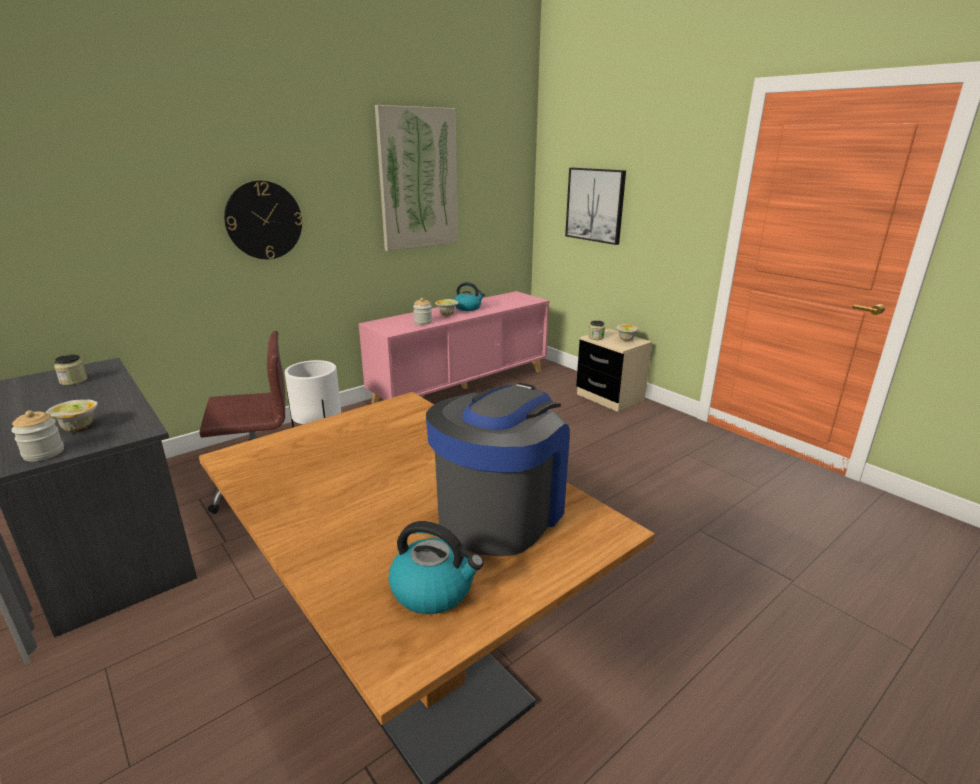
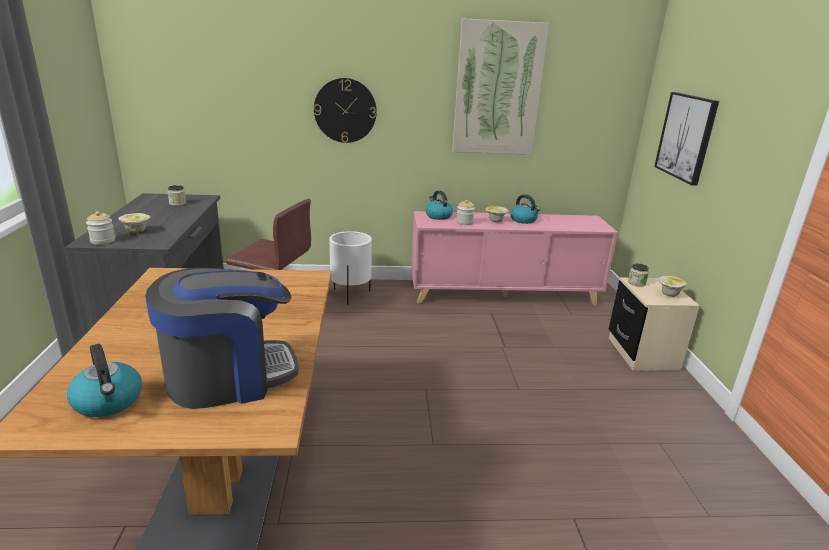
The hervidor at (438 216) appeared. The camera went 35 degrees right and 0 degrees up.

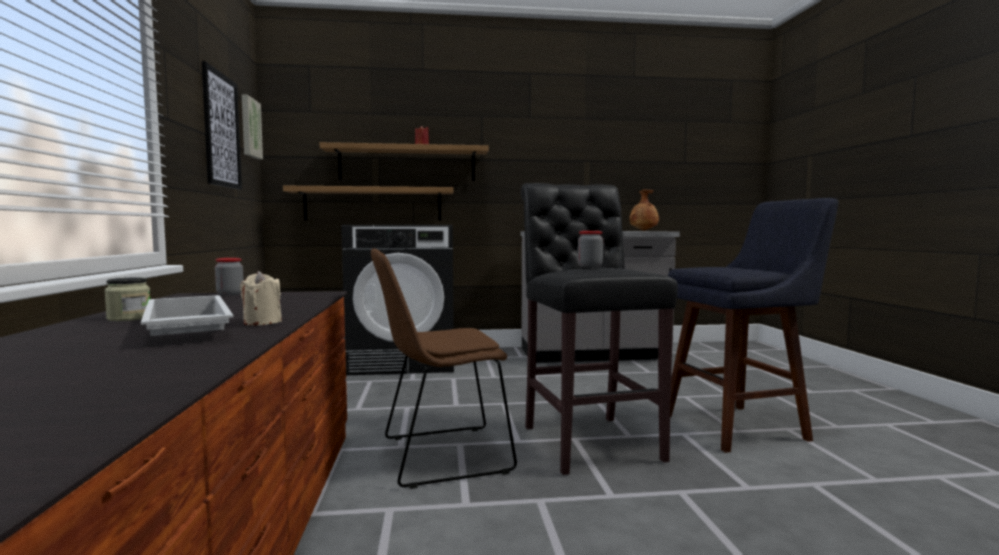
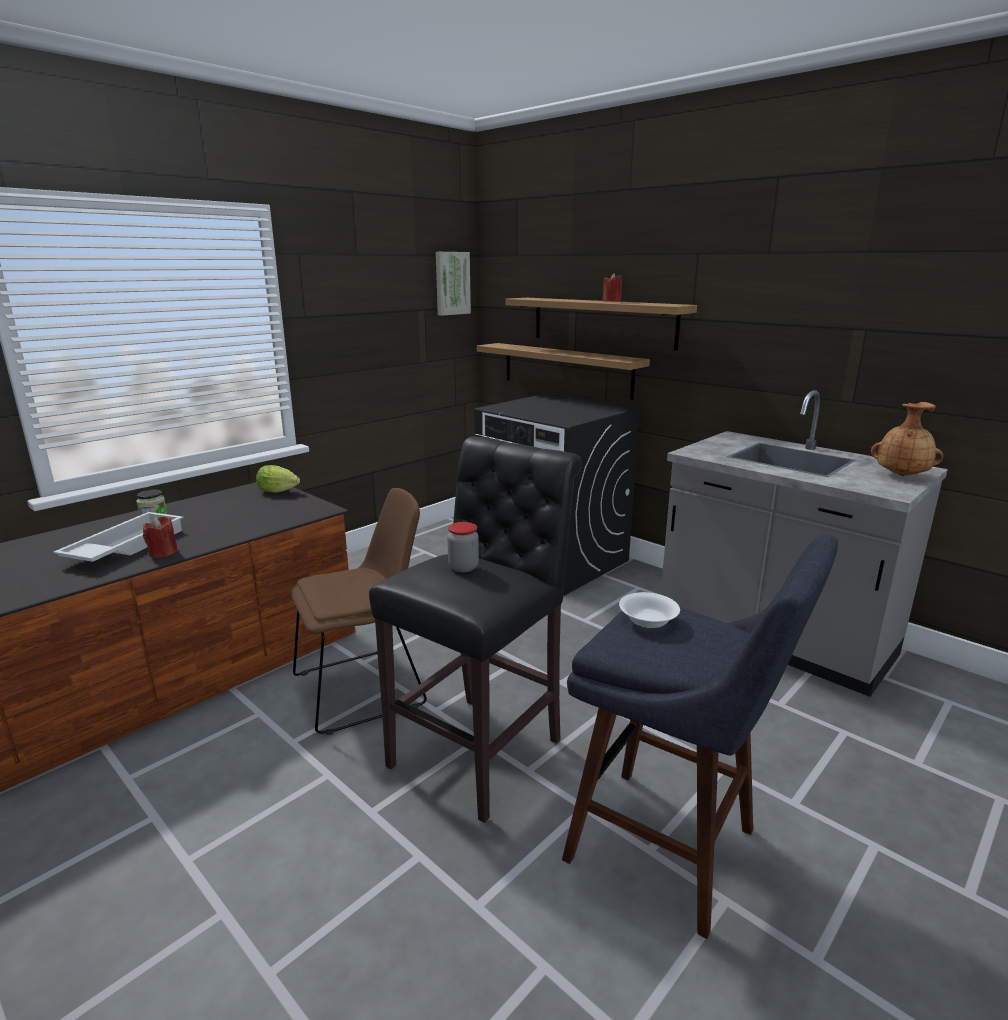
The cuadro at (221 130) disappeared. The silla [marrón] at (440 456) turned 120 degrees clockwise. The tarro at (230 294) was replaced by the lechuga at (280 492). The vela [beis] at (262 322) became the vela [rojo] at (163 552). The cuenco [blanco] at (648 620) appeared. The camera went 50 degrees right and 15 degrees up.

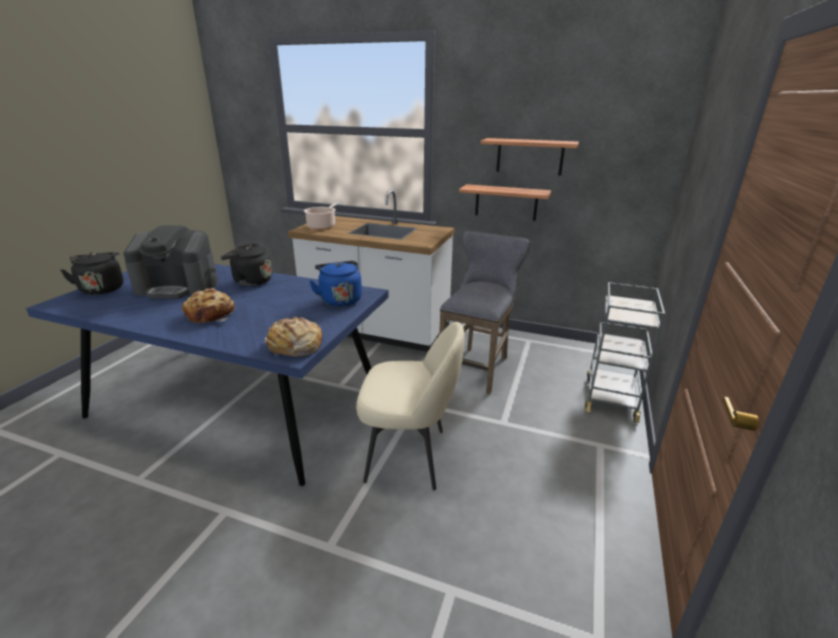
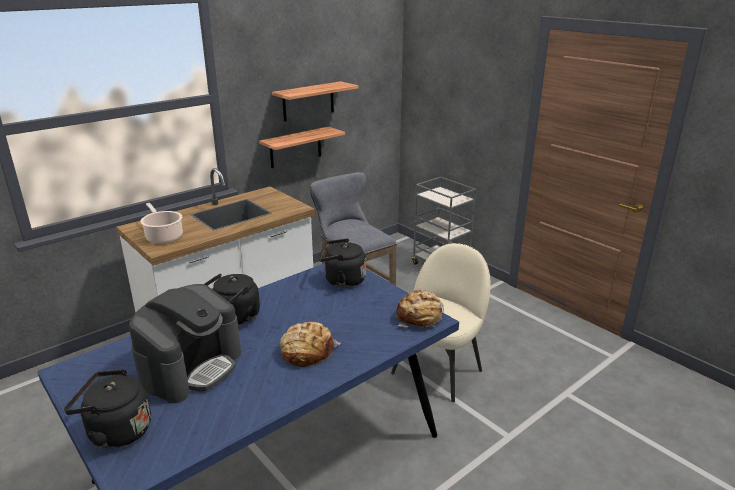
The hervidor [azul] at (340 299) became the hervidor [negro] at (342 280). The camera went 60 degrees left and 0 degrees up.

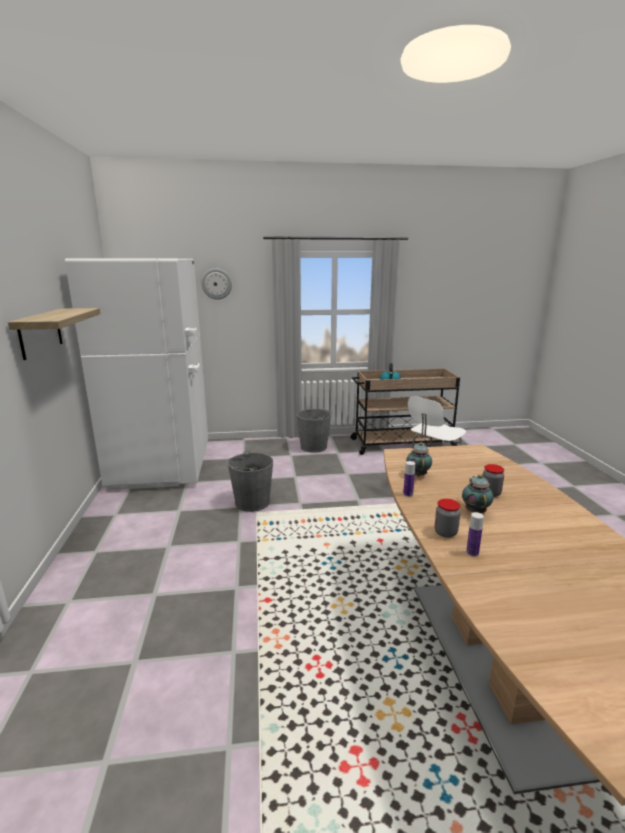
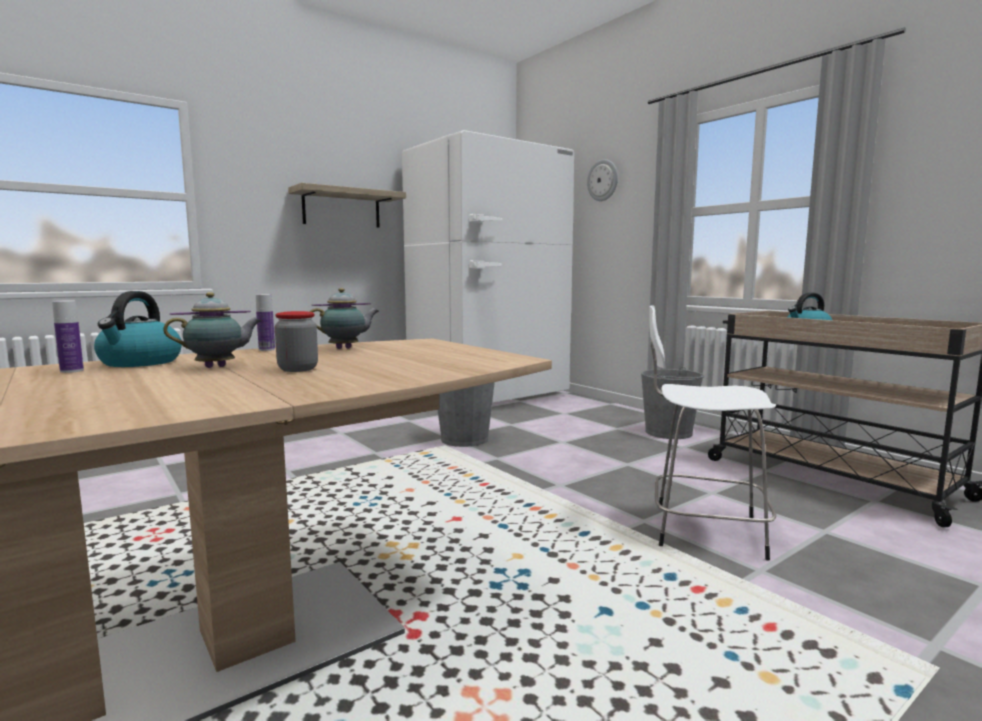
The tarro at (445 532) was replaced by the hervidor at (140 362). The camera went 60 degrees right and 10 degrees down.

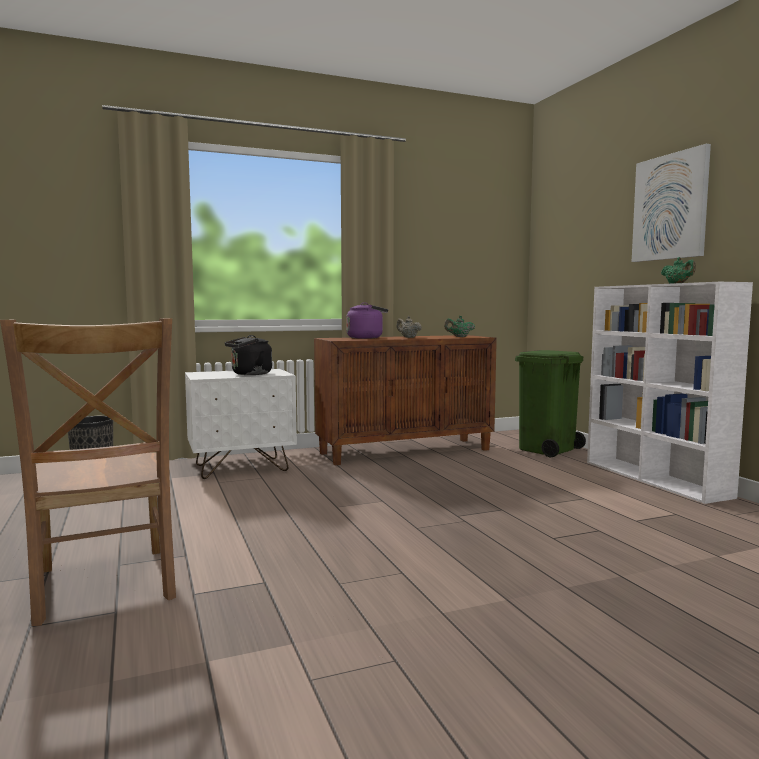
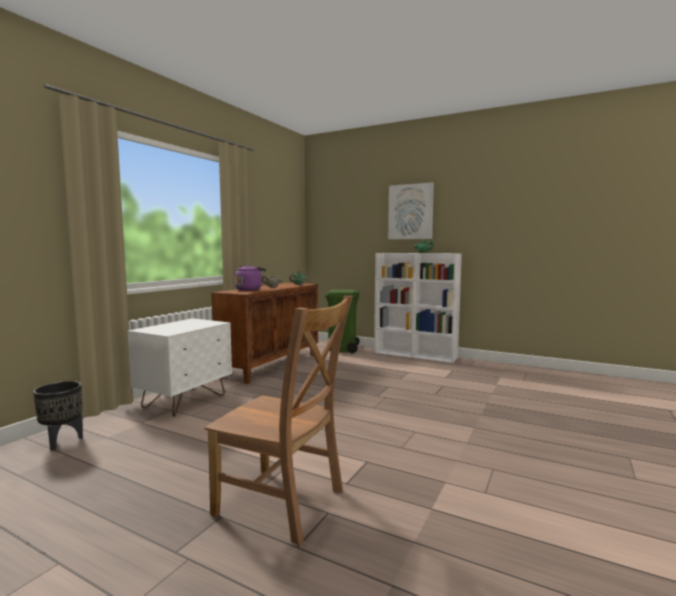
The hervidor [negro] at (249 374) disappeared. The camera went 40 degrees left and 0 degrees up.

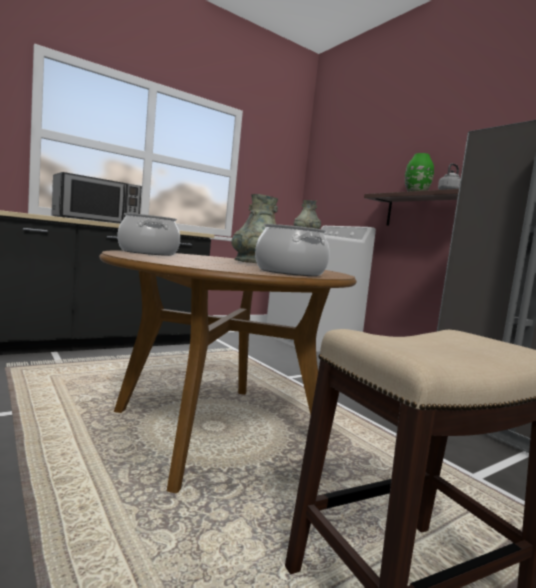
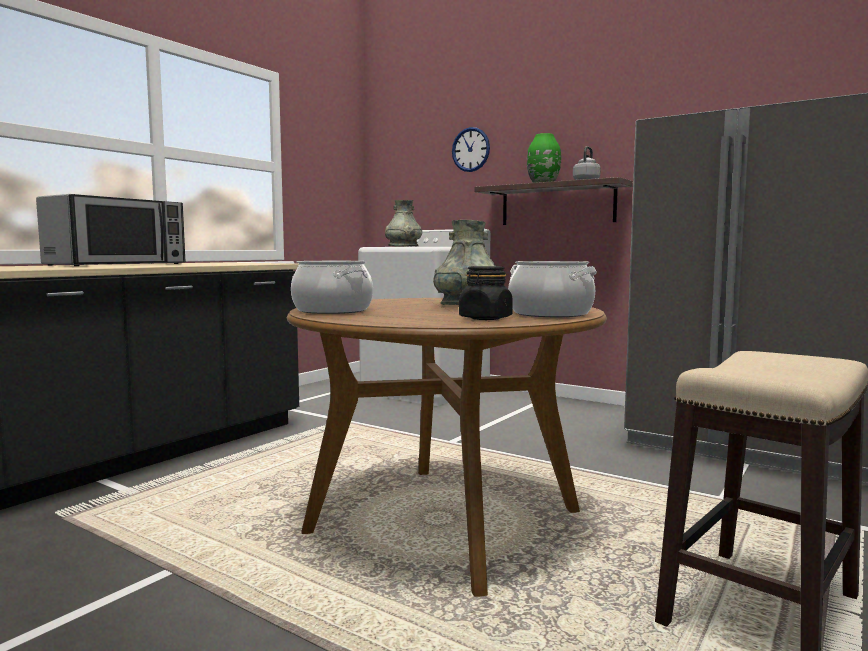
The reloj de pared at (471 149) appeared. The tarro [negro] at (485 318) appeared. The camera went 20 degrees left and 0 degrees up.

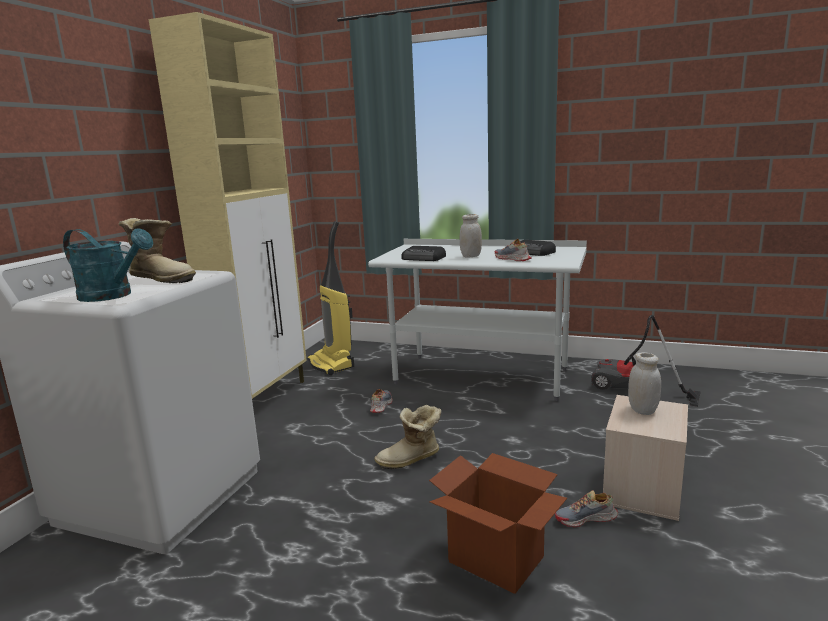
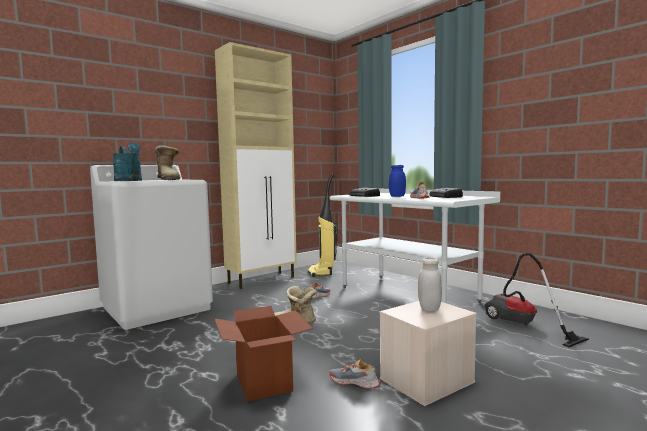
The tarro [blanco] at (471 256) became the tarro [azul] at (397 196). The camera went 30 degrees right and 10 degrees down.

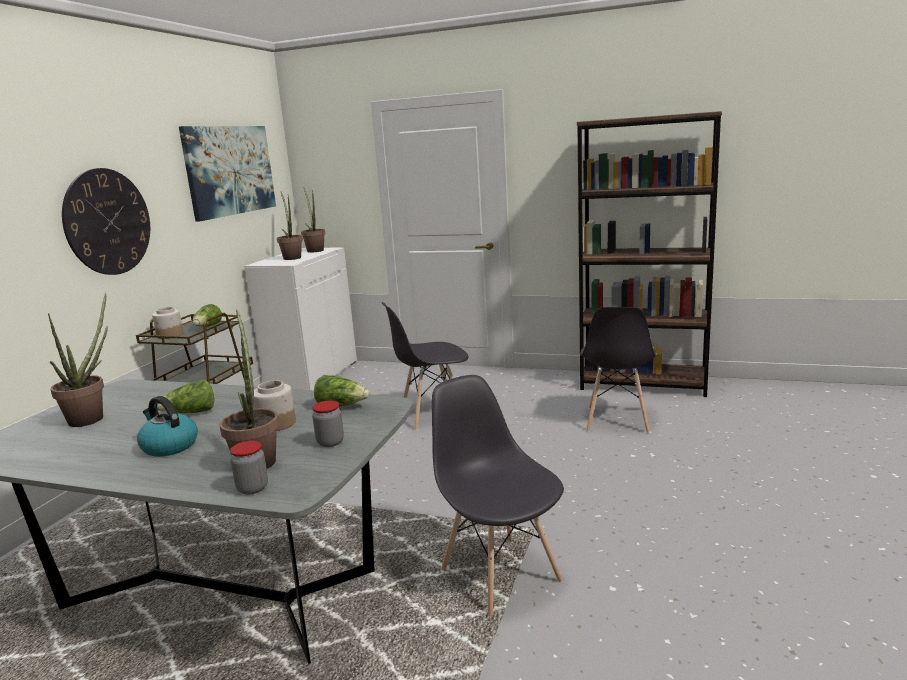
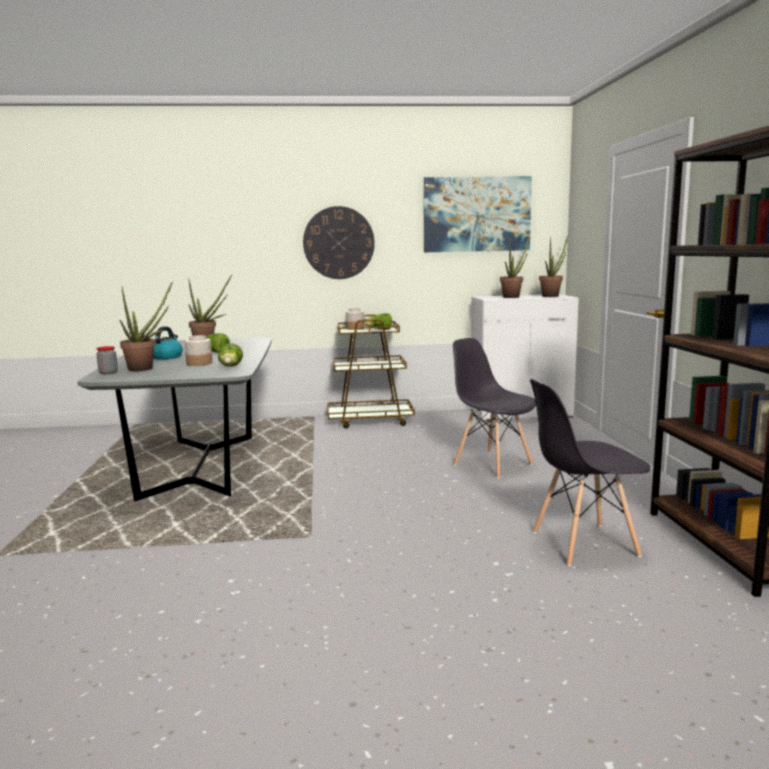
The silla [gris] at (500 574) disappeared. The tarro at (330 442) disappeared. The camera went 65 degrees right and 5 degrees down.

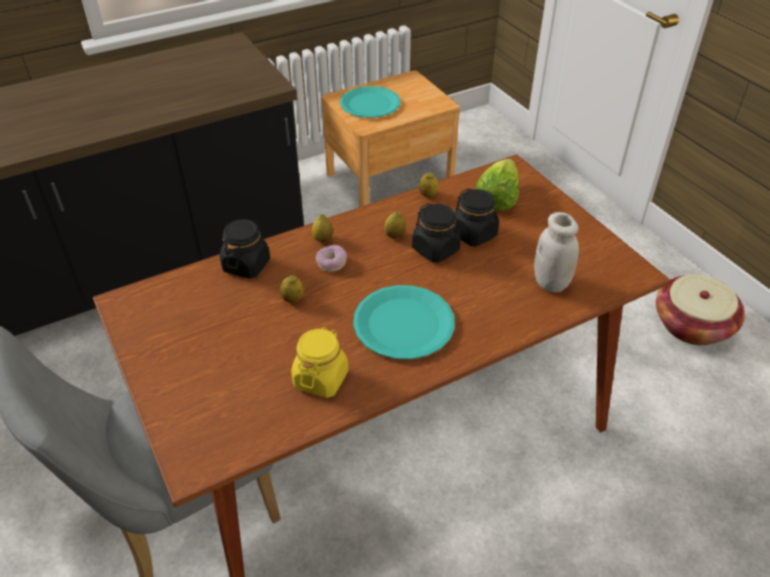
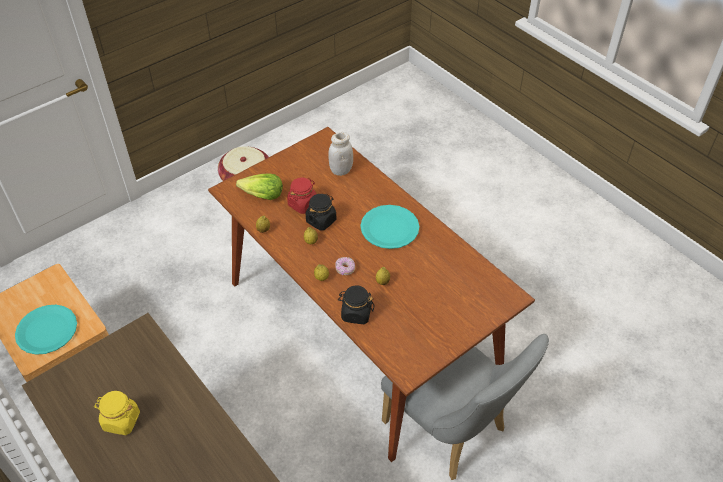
The tarro [negro] at (474 234) became the tarro [rojo] at (302 204). The tarro [amarillo] moved from (321 378) to (121 420). The camera went 100 degrees left and 5 degrees up.

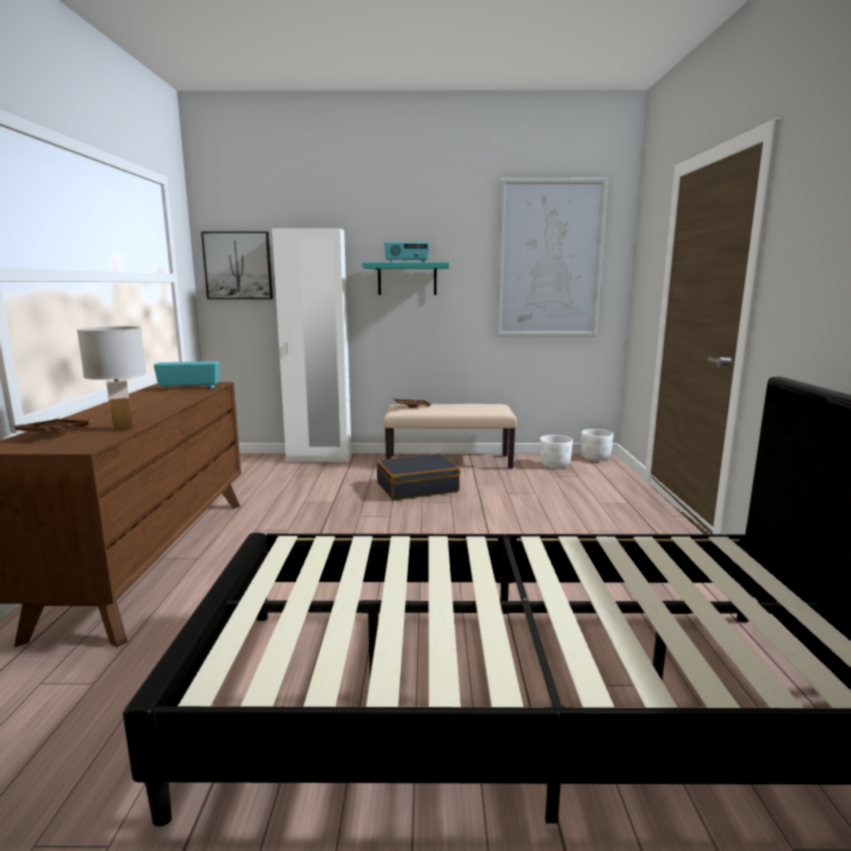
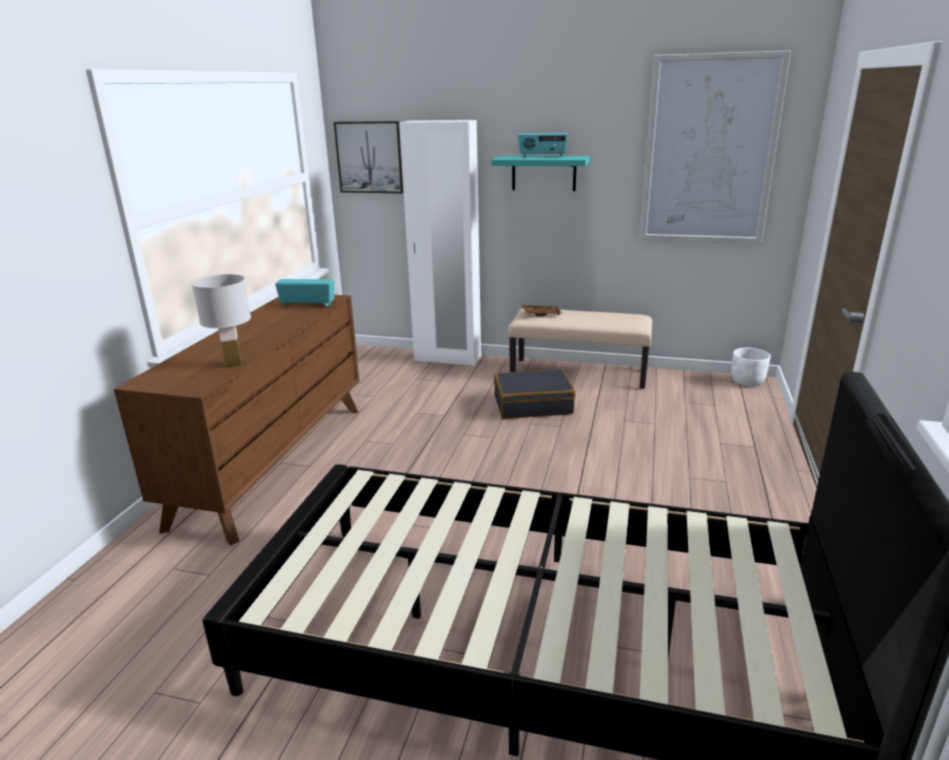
The bandeja [marrón] at (53 433) disappeared. The maceta [blanco] at (554 465) disappeared. The camera went 15 degrees right and 10 degrees up.

